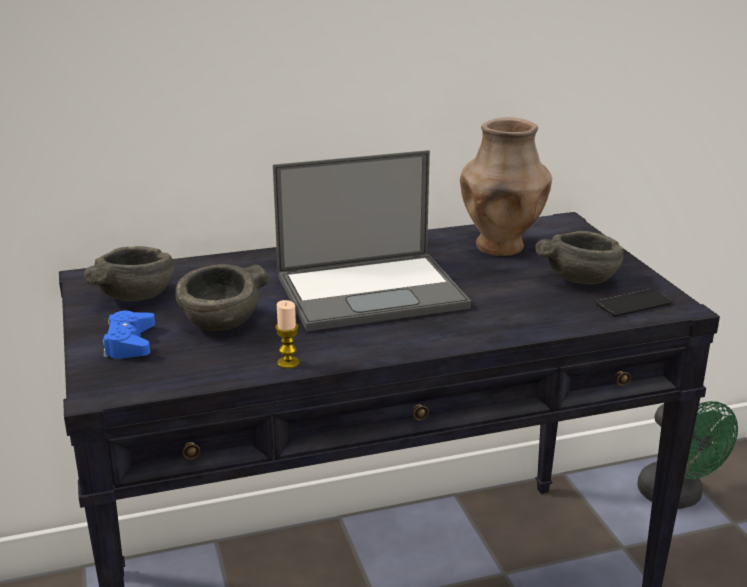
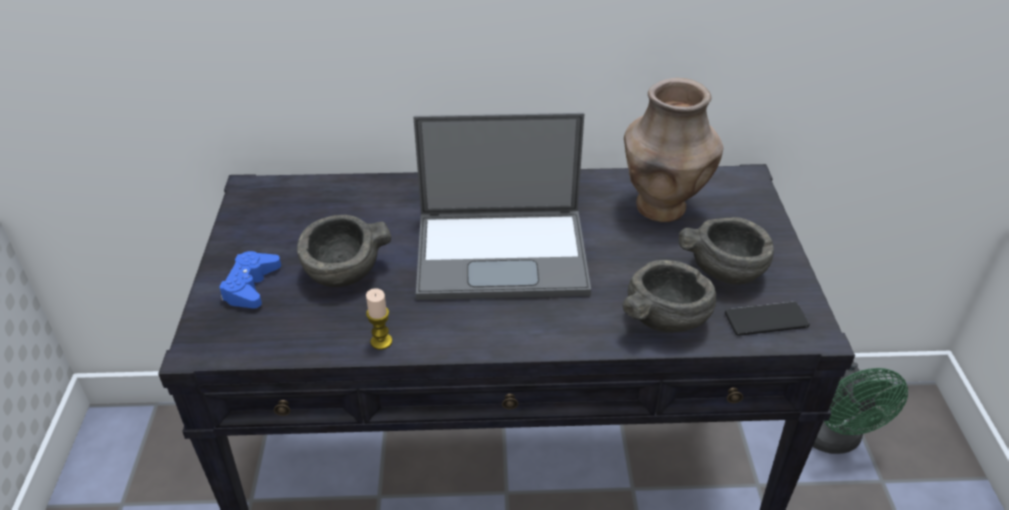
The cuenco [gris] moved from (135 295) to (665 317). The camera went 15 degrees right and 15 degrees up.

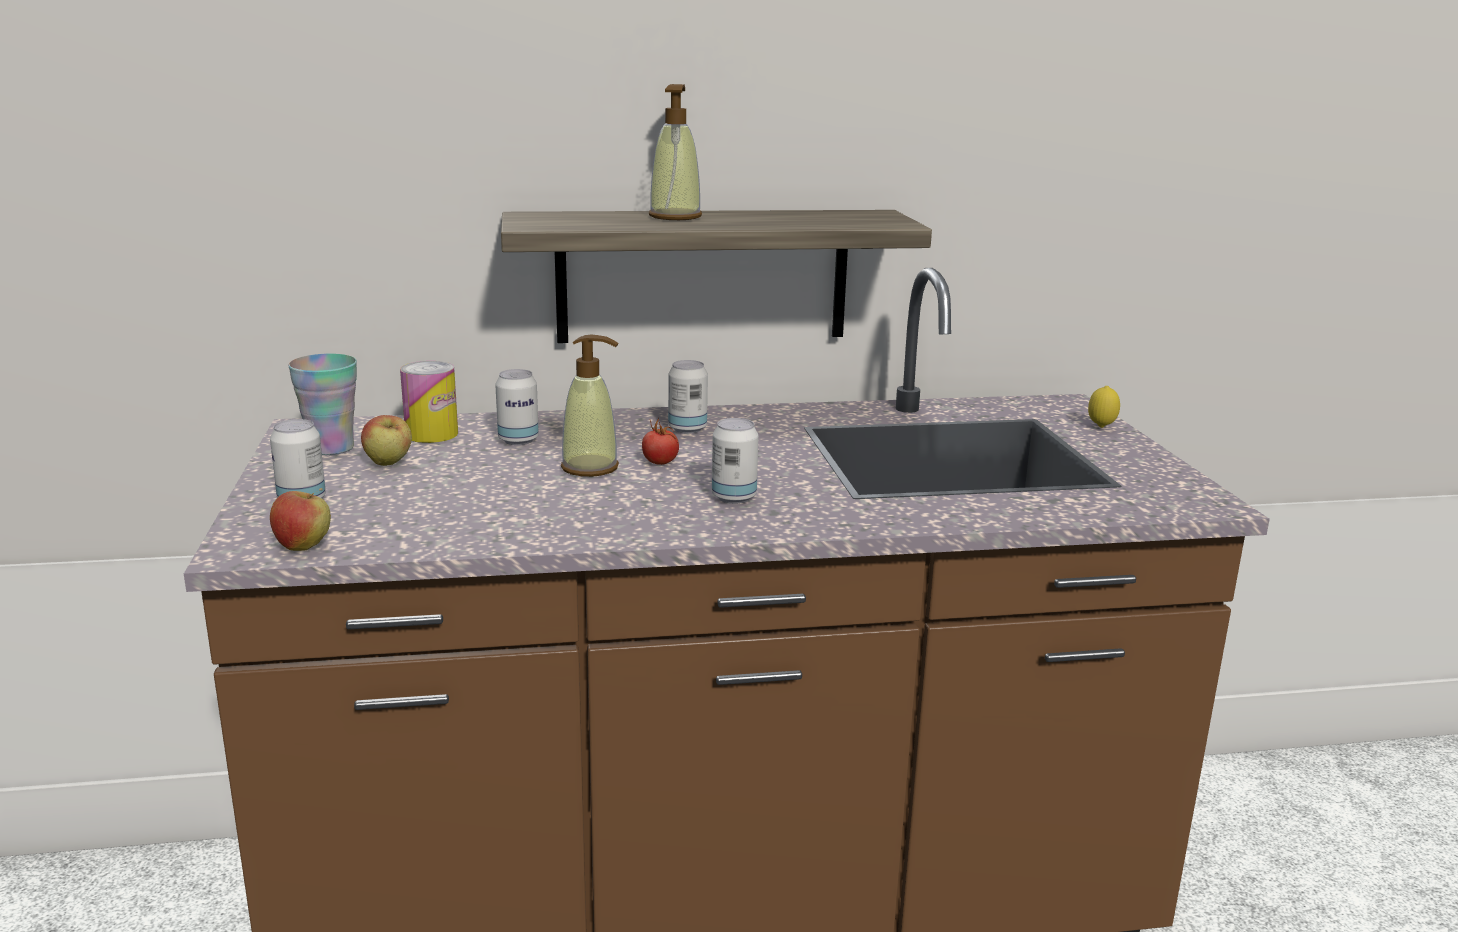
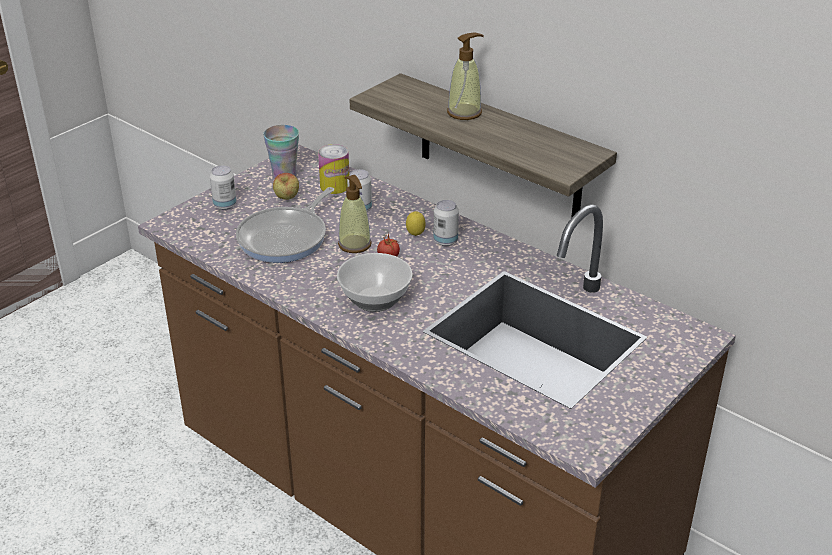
The limón moved from (1101 427) to (415 235). The lata at (734 497) was replaced by the cuenco at (374 299). The manzana at (304 547) disappeared. The sartén at (286 238) appeared. The camera went 50 degrees right and 15 degrees up.

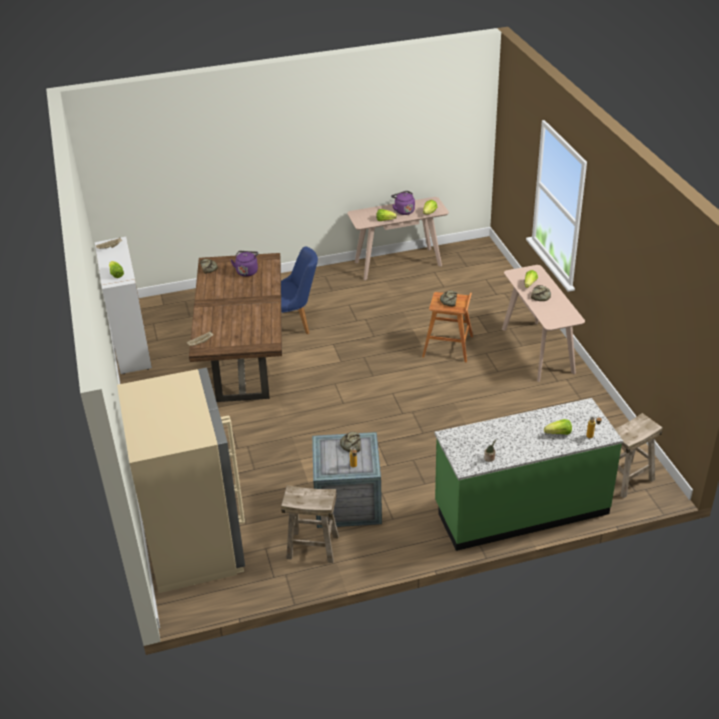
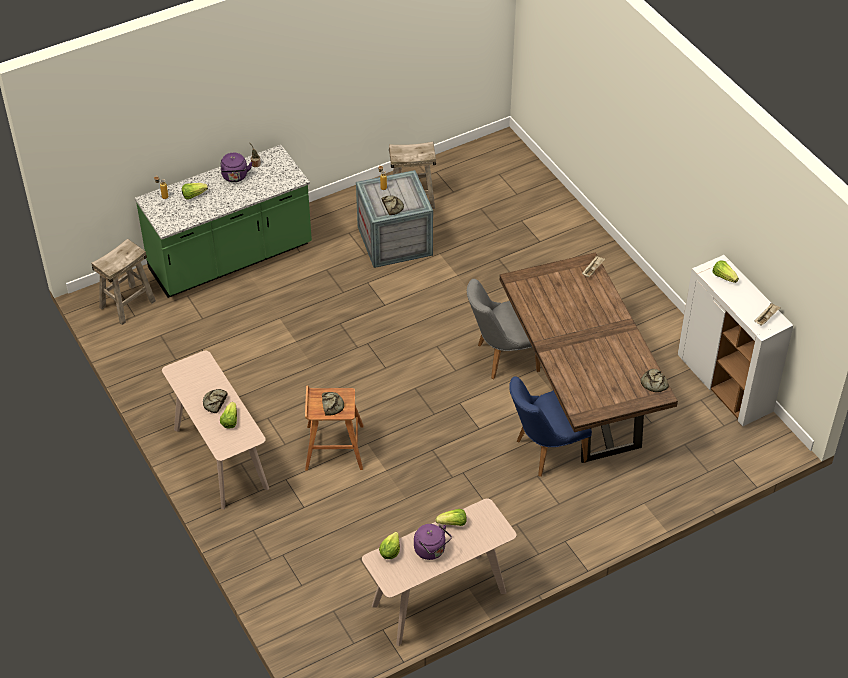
The hervidor [morado] moved from (247 271) to (235 177). The nevera [beis] at (194 541) disappeared. The silla [gris] at (501 357) appeared. The camera went 165 degrees right and 10 degrees up.

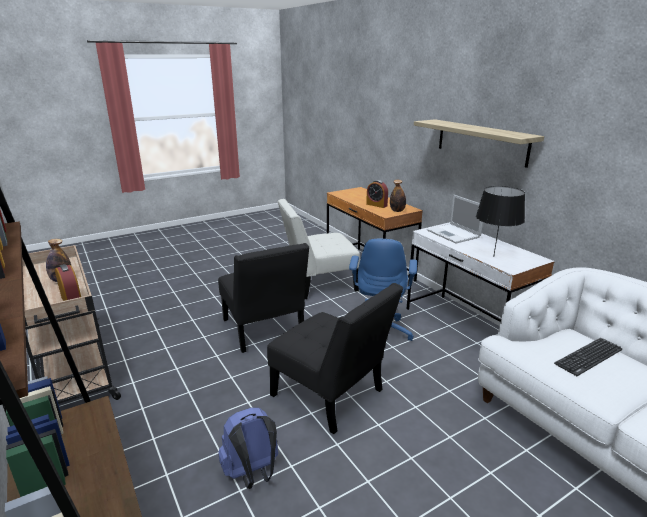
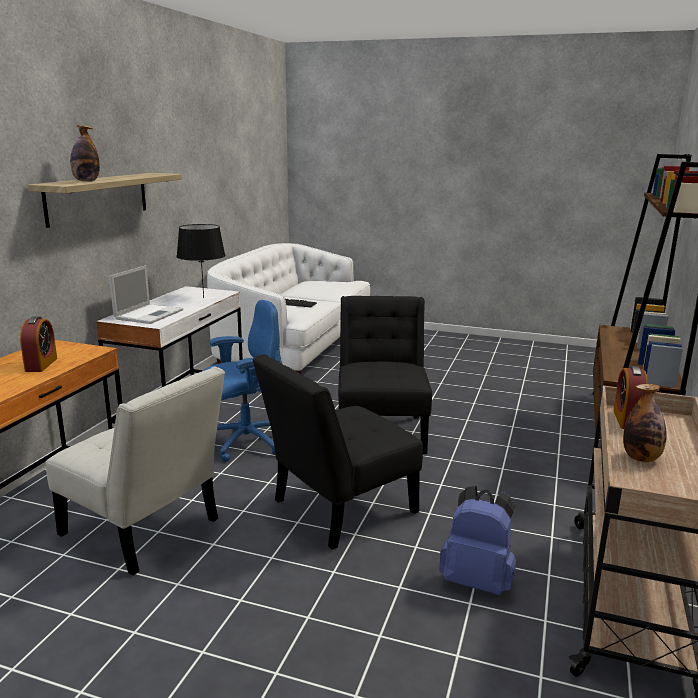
The botella moved from (397 211) to (86 181). The silla [negro] at (264 330) turned 150 degrees counterclockwise. The mochila [azul] moved from (252 474) to (477 581). The camera went 130 degrees left and 5 degrees down.

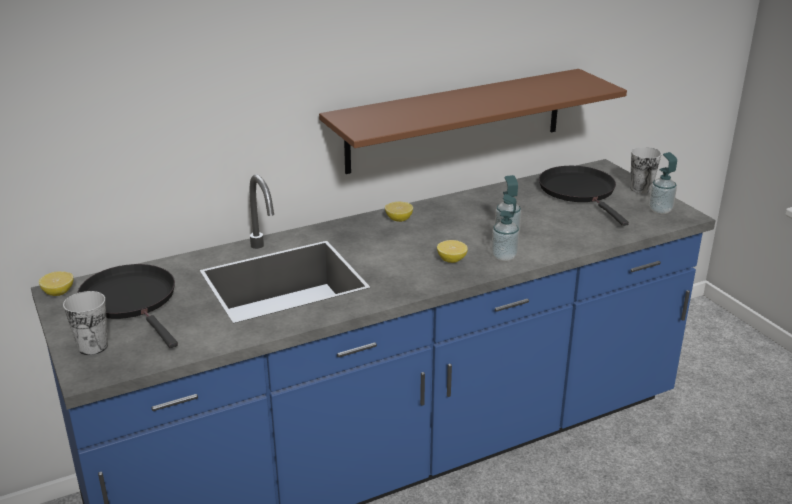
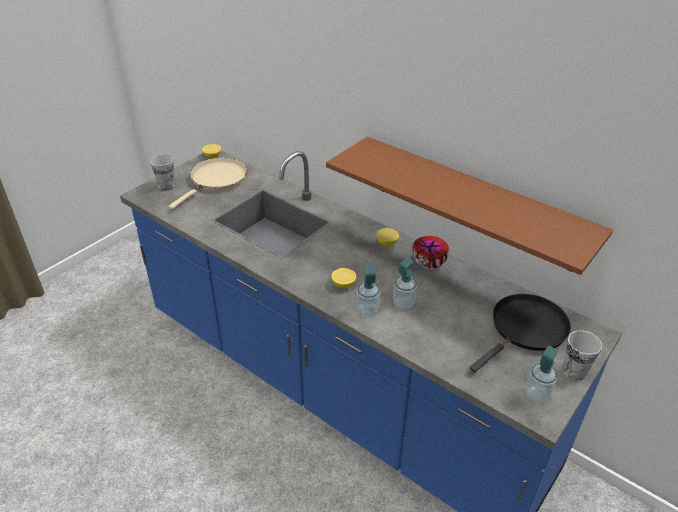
The sartén [negro] at (131 300) became the sartén [beis] at (216 180). The cuenco at (429 264) appeared. The camera went 65 degrees right and 10 degrees up.

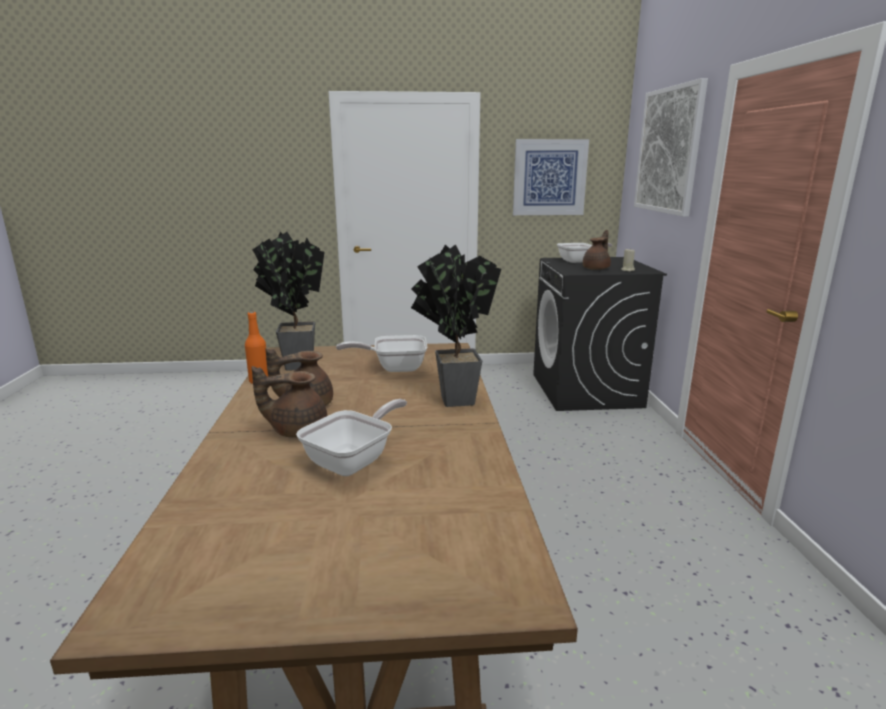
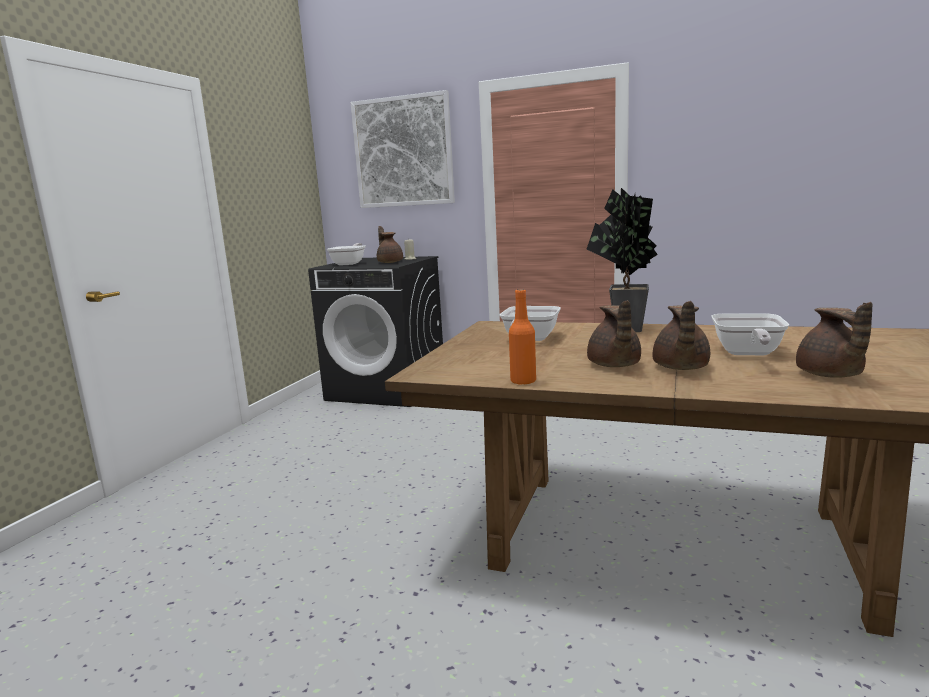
The cuadro at (549 177) disappeared. The planta en maceta at (294 365) disappeared. The sartén at (354 460) turned 135 degrees counterclockwise. The tetera [marrón] at (830 375) appeared. The camera went 65 degrees left and 5 degrees down.

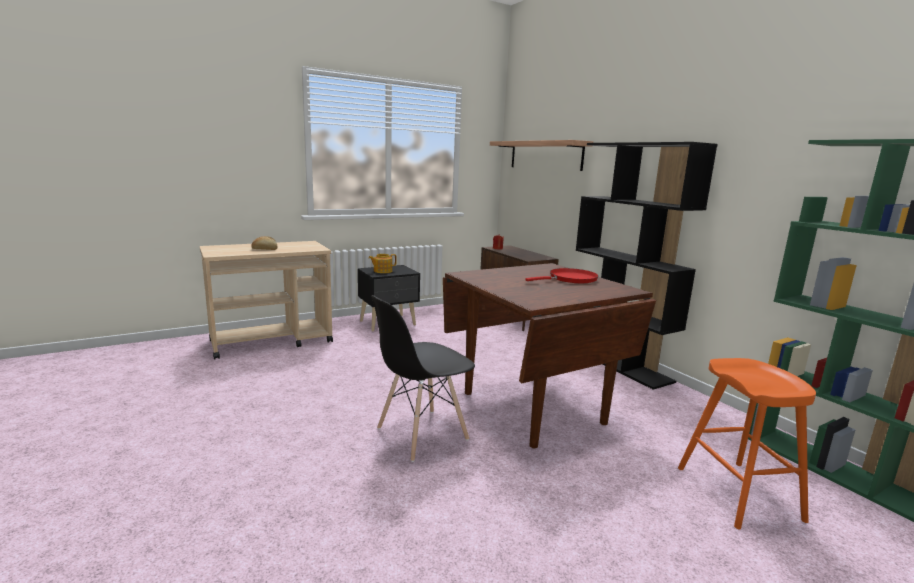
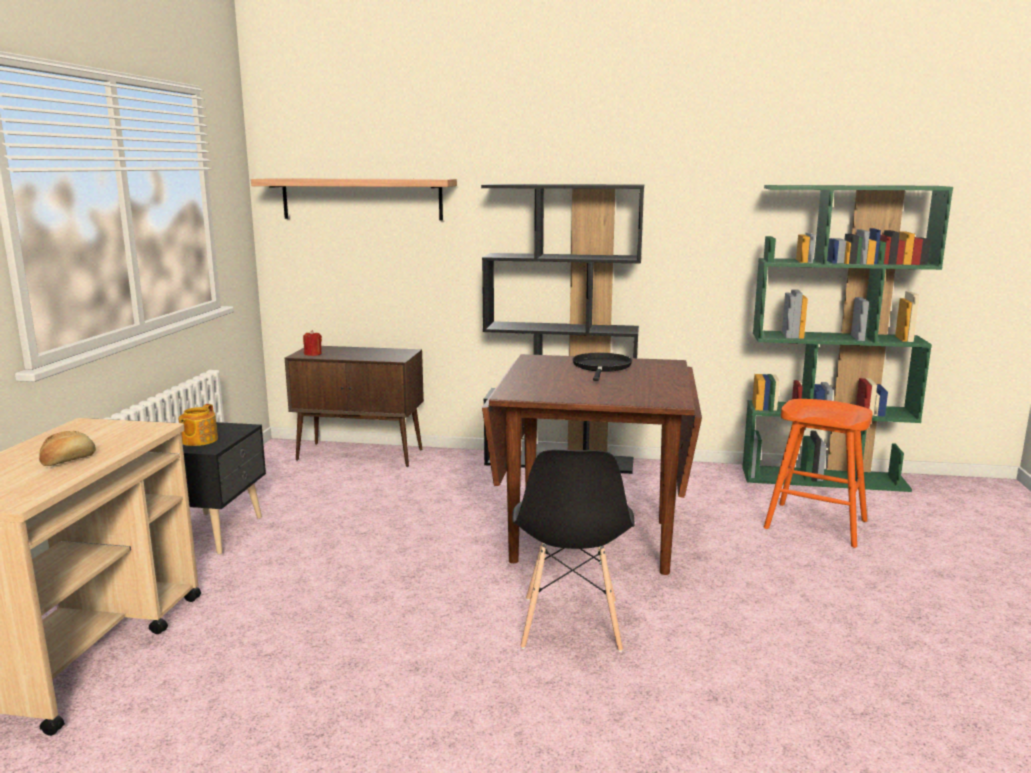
The sartén [rojo] at (570 279) became the sartén [negro] at (601 367). The camera went 50 degrees left and 0 degrees up.

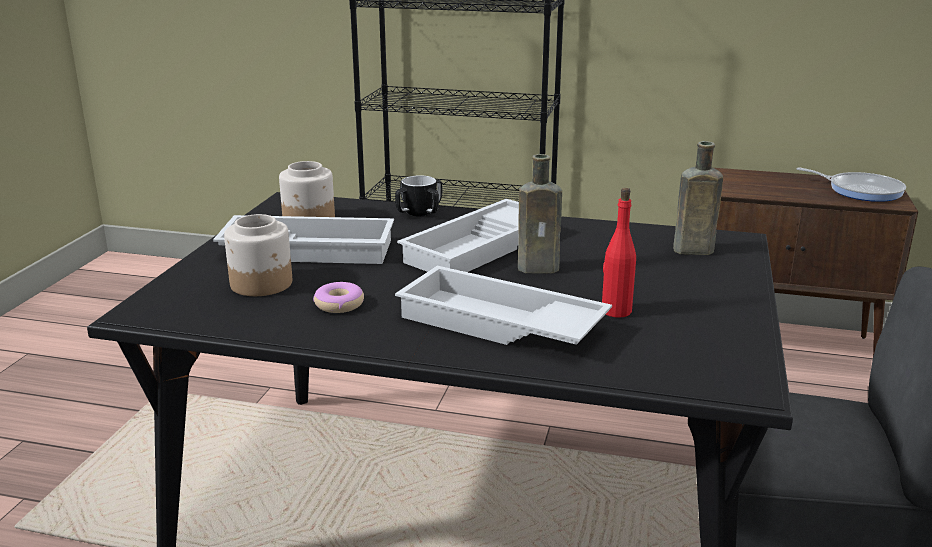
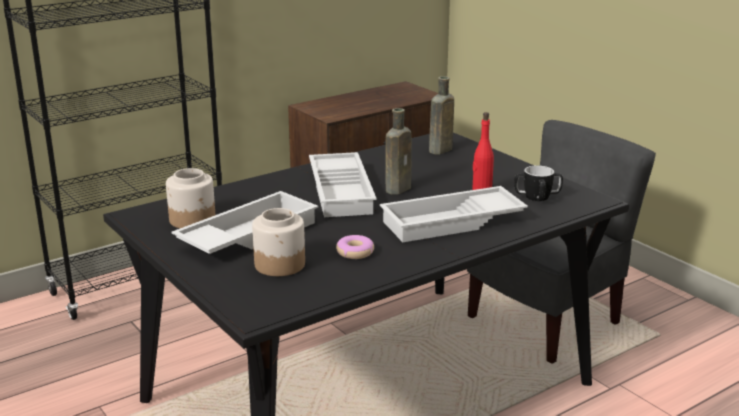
The sartén at (861 190) disappeared. The taza grande moved from (419 213) to (537 197). The camera went 50 degrees left and 0 degrees up.

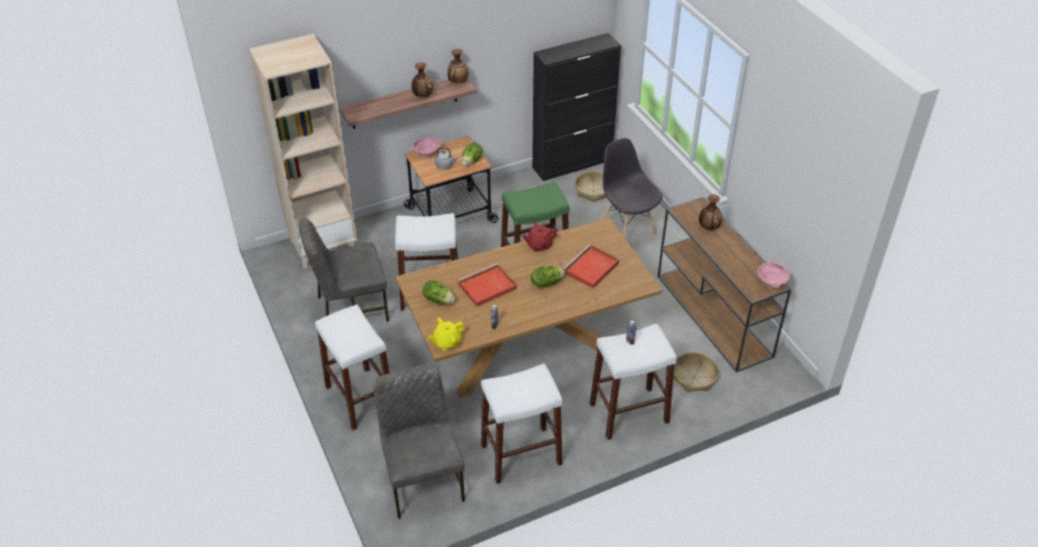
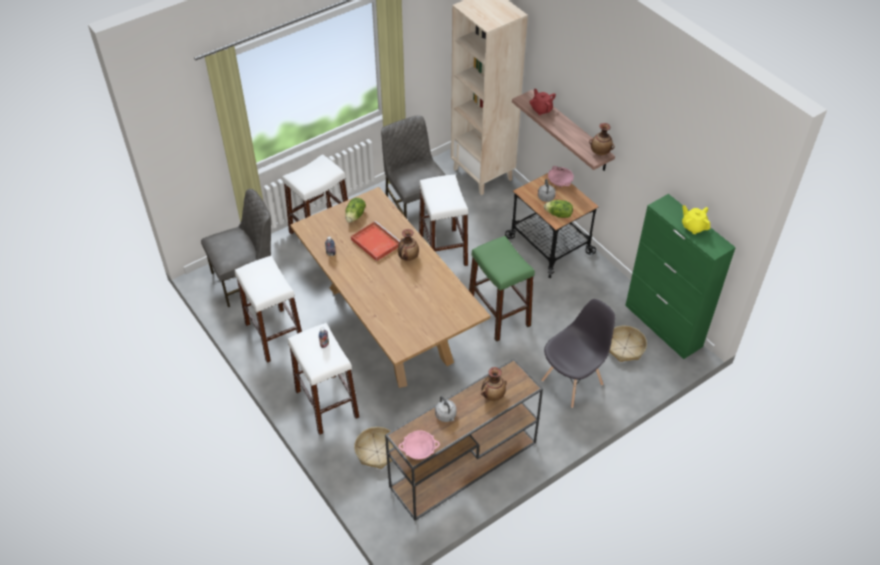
The armario [negro] at (572 163) became the armario [verde] at (663 326). The florero moved from (422 96) to (408 257). The tetera [rojo] moved from (539 245) to (541 109). The bandeja [rojo] at (590 269) disappeared. The lechuga at (546 283) disappeared. The tetera [amarillo] moved from (447 342) to (693 227). The hervidor [gris] at (446 416) appeared. The camera went 80 degrees right and 5 degrees up.

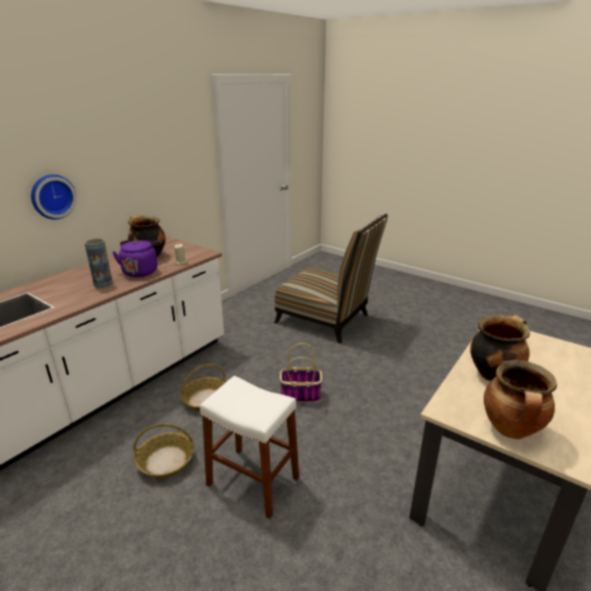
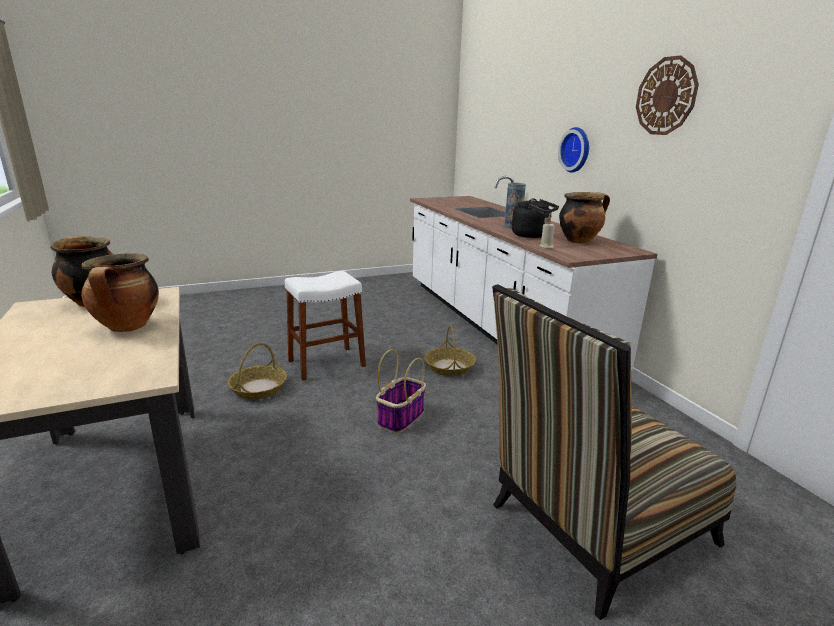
The hervidor [morado] at (141 271) became the hervidor [negro] at (532 235). The cesta moved from (165 461) to (258 388). The reloj de pared at (666 96) appeared. The camera went 120 degrees right and 5 degrees down.

